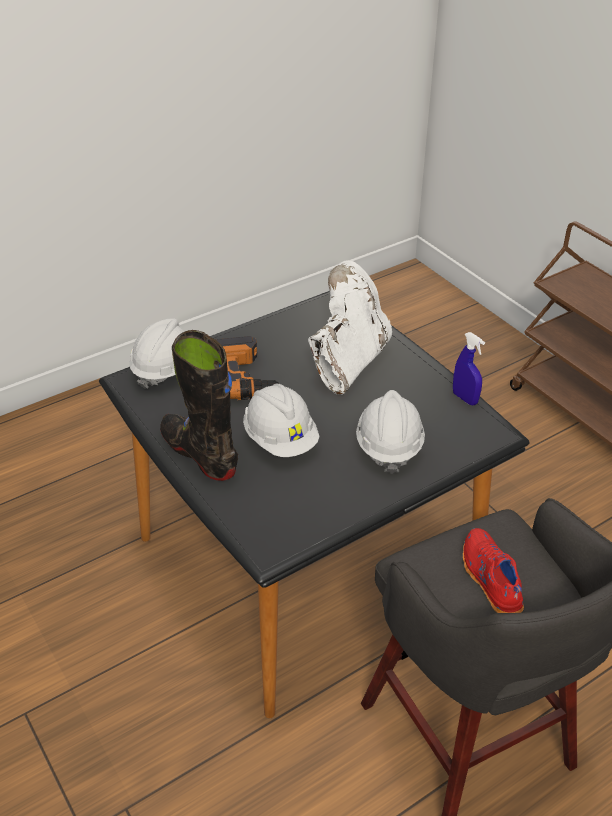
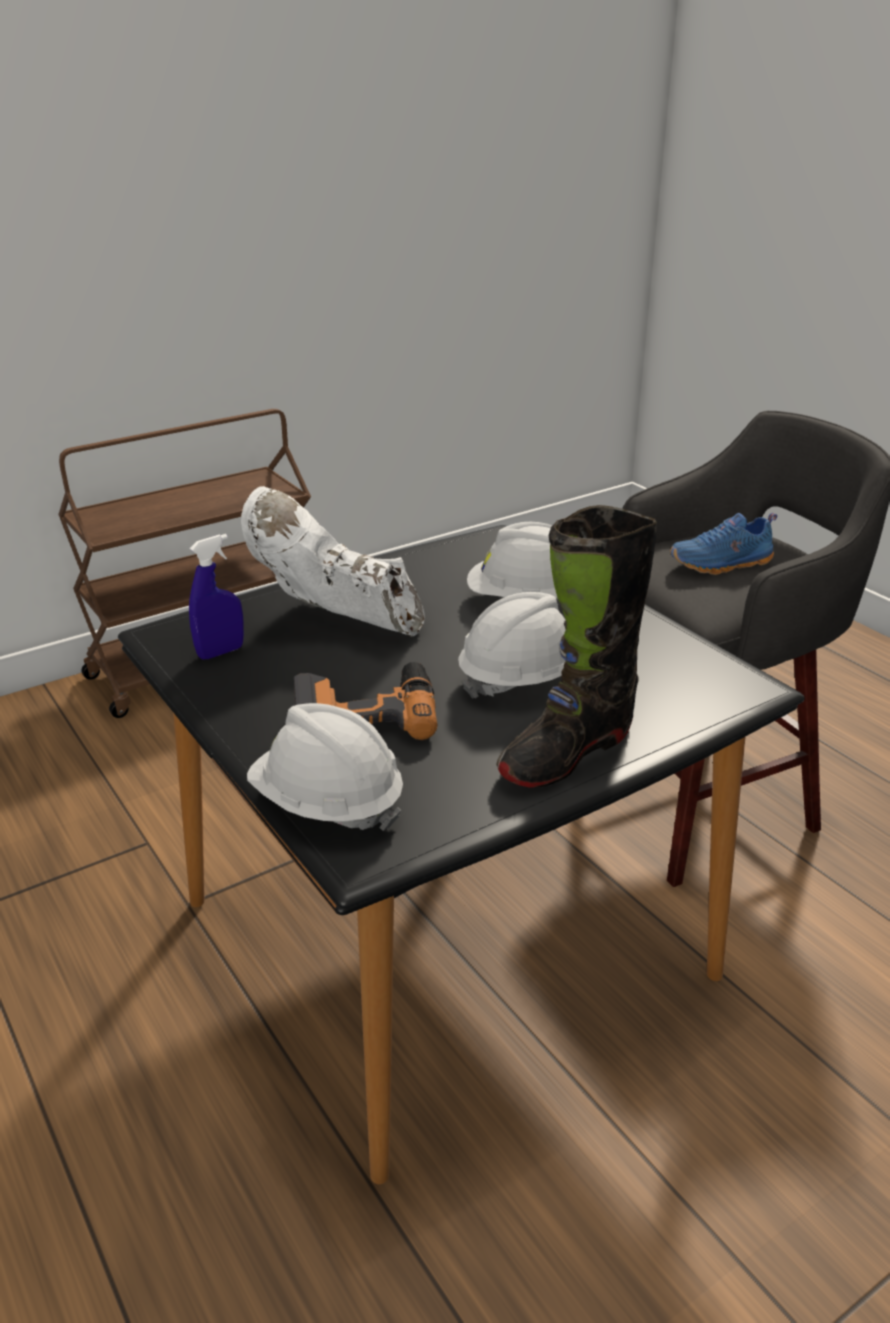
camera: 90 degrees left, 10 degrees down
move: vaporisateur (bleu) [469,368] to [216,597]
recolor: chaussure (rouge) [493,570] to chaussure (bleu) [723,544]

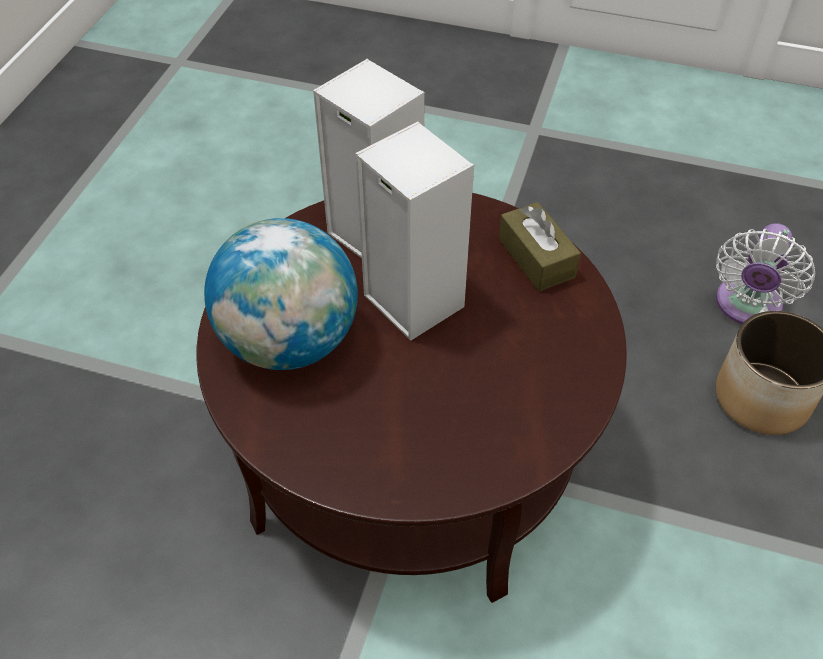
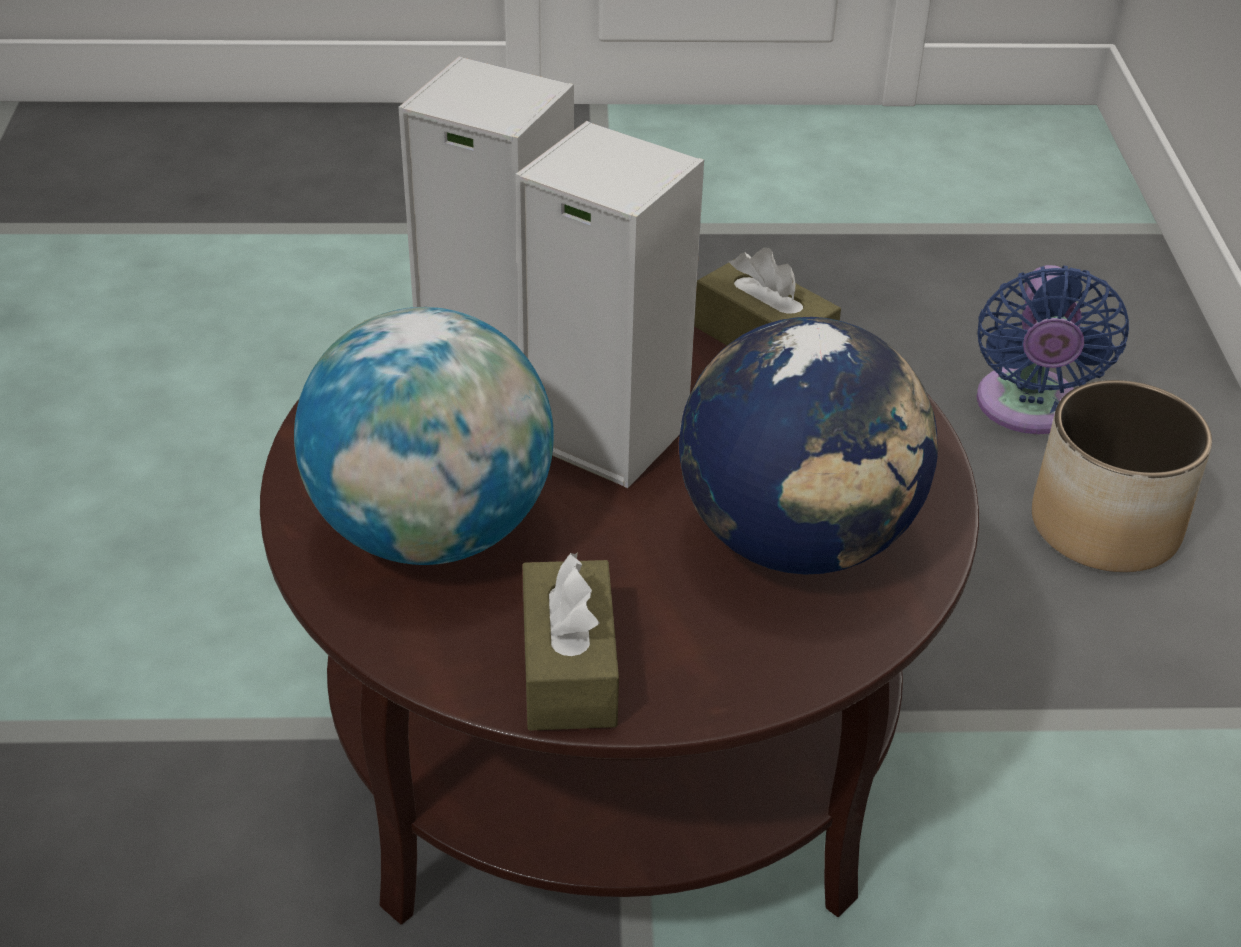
camera: 20 degrees left, 10 degrees down
insert: boîte à mouchoirs (marron) [570,641]; globe [808,446]
recolor: ventilateur (blanc) [765,273] to ventilateur (bleu) [1052,349]

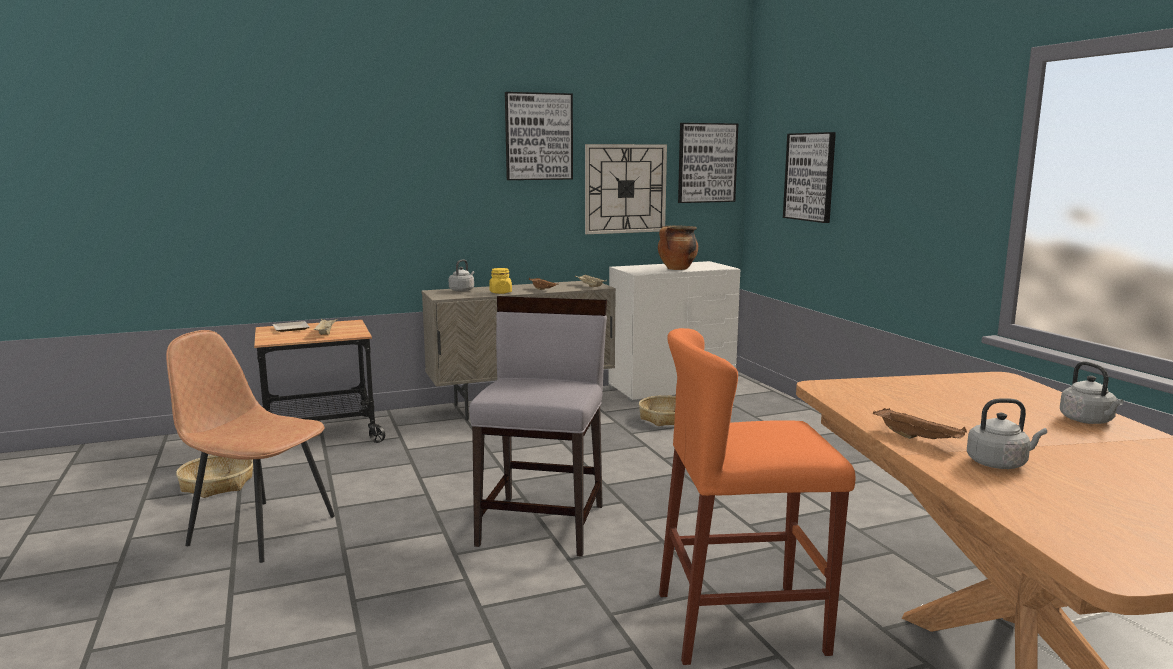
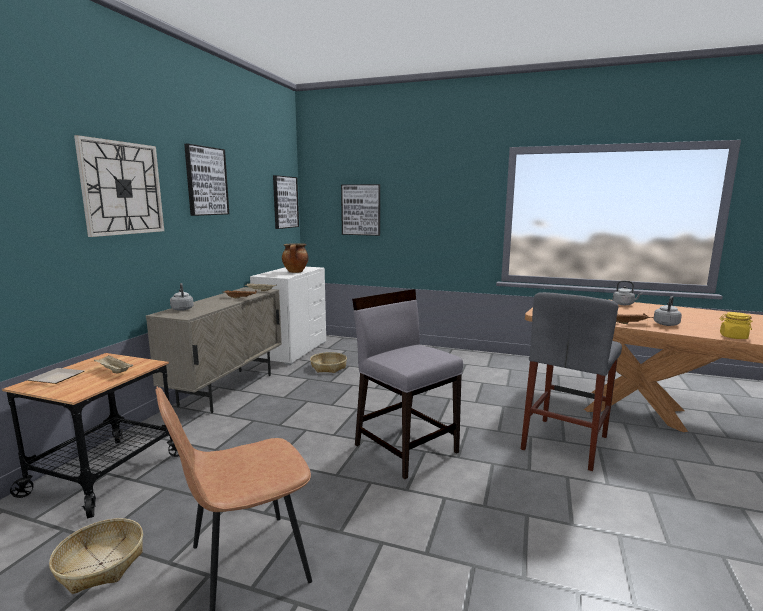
camera: 50 degrees left, 0 degrees up
move: horloge murale [626,189] to [119,186]; bocal (jaune) [500,281] to [736,325]
recolor: tabouret (orange) [757,496] to tabouret (gris) [571,381]

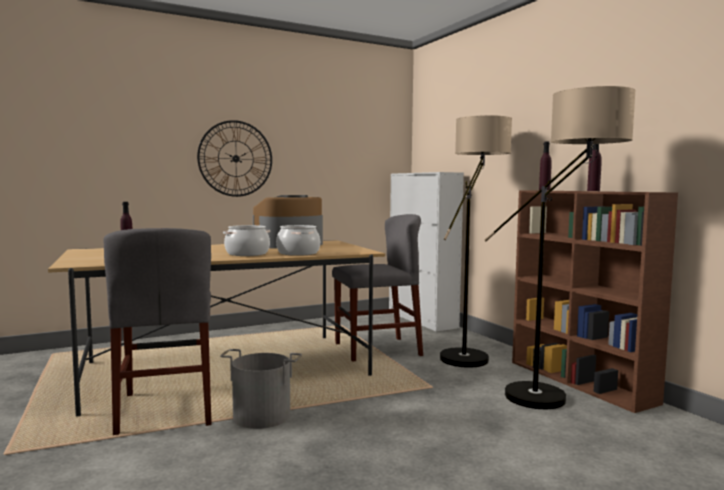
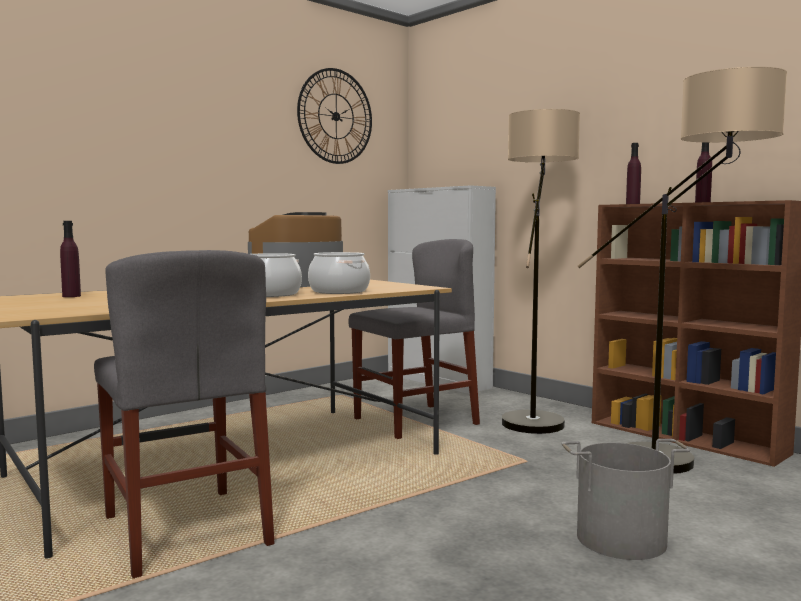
camera: 15 degrees left, 0 degrees up
move: horloge murale [234,158] to [334,116]; seau (gris) [261,389] to [626,499]

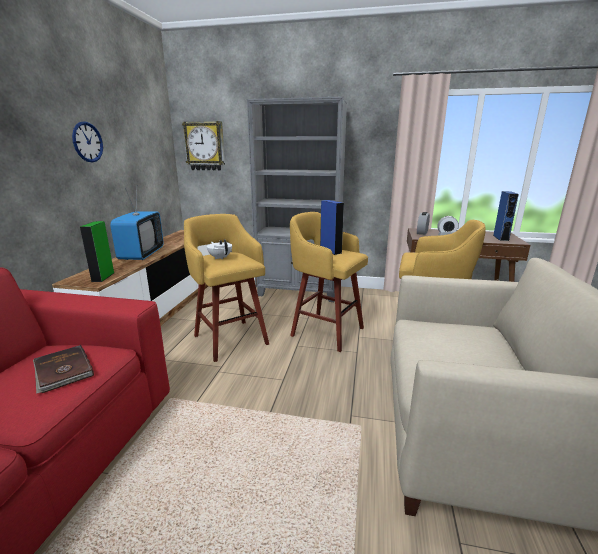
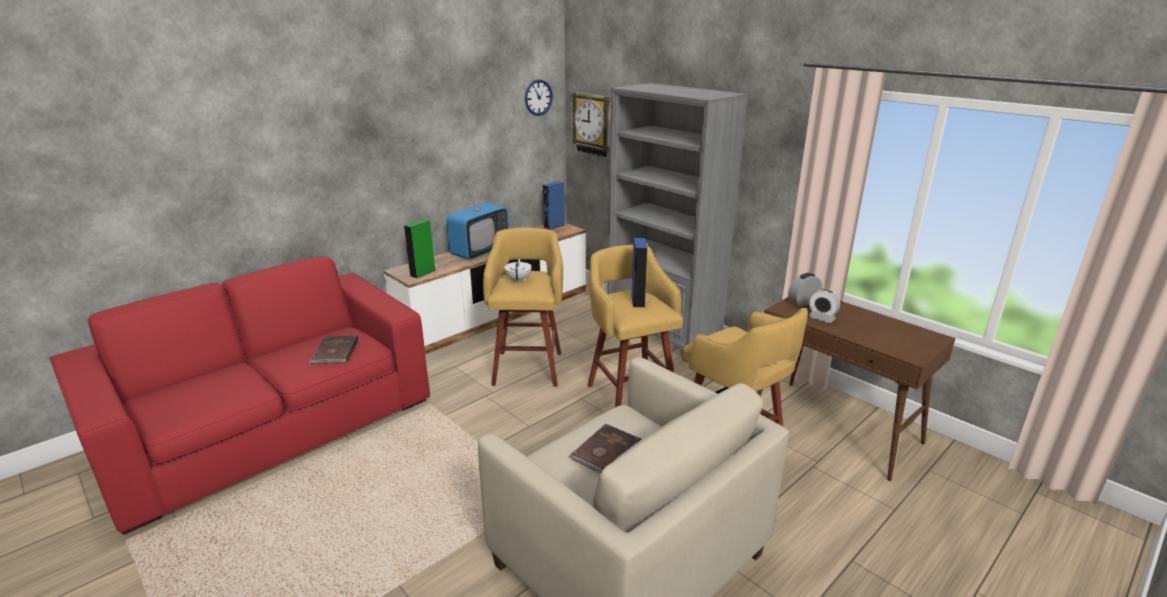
camera: 35 degrees right, 5 degrees up
insert: livre (marron) [604,448]
move: horloge murale [87,142] to [539,97]; enceinte (bleu) [506,216] to [553,205]

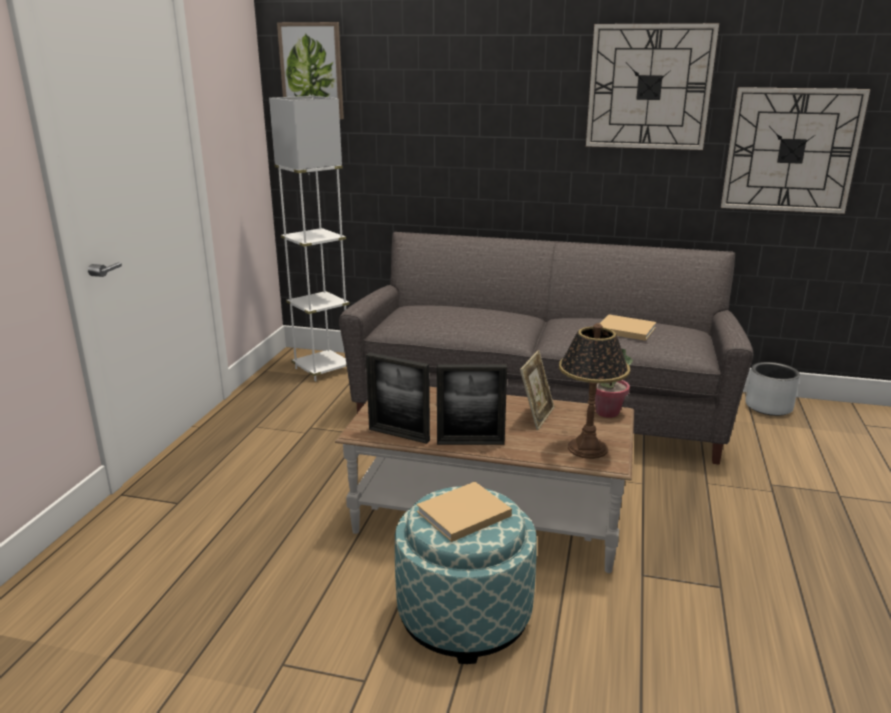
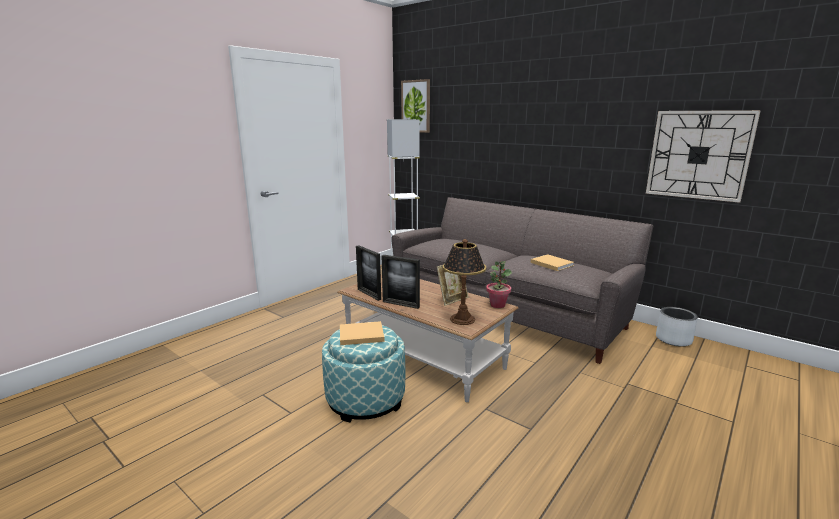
camera: 25 degrees right, 5 degrees down
delete: horloge murale [652,86]

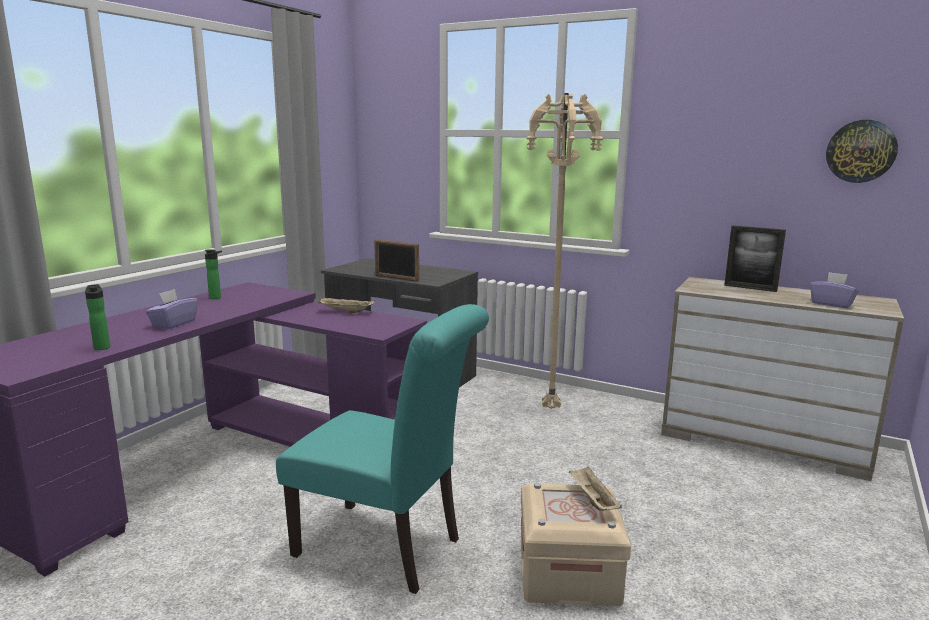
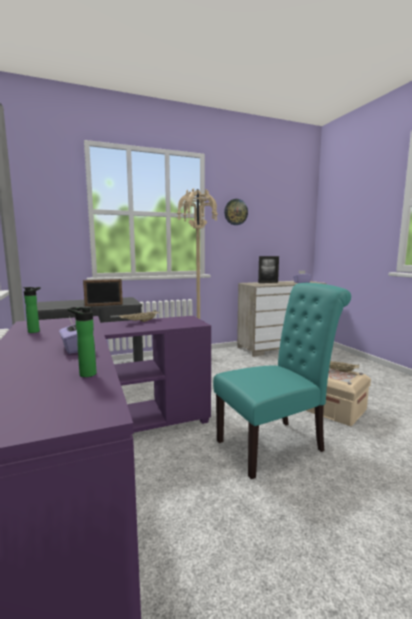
camera: 50 degrees left, 5 degrees down
move: horloge murale [862,151] to [236,212]

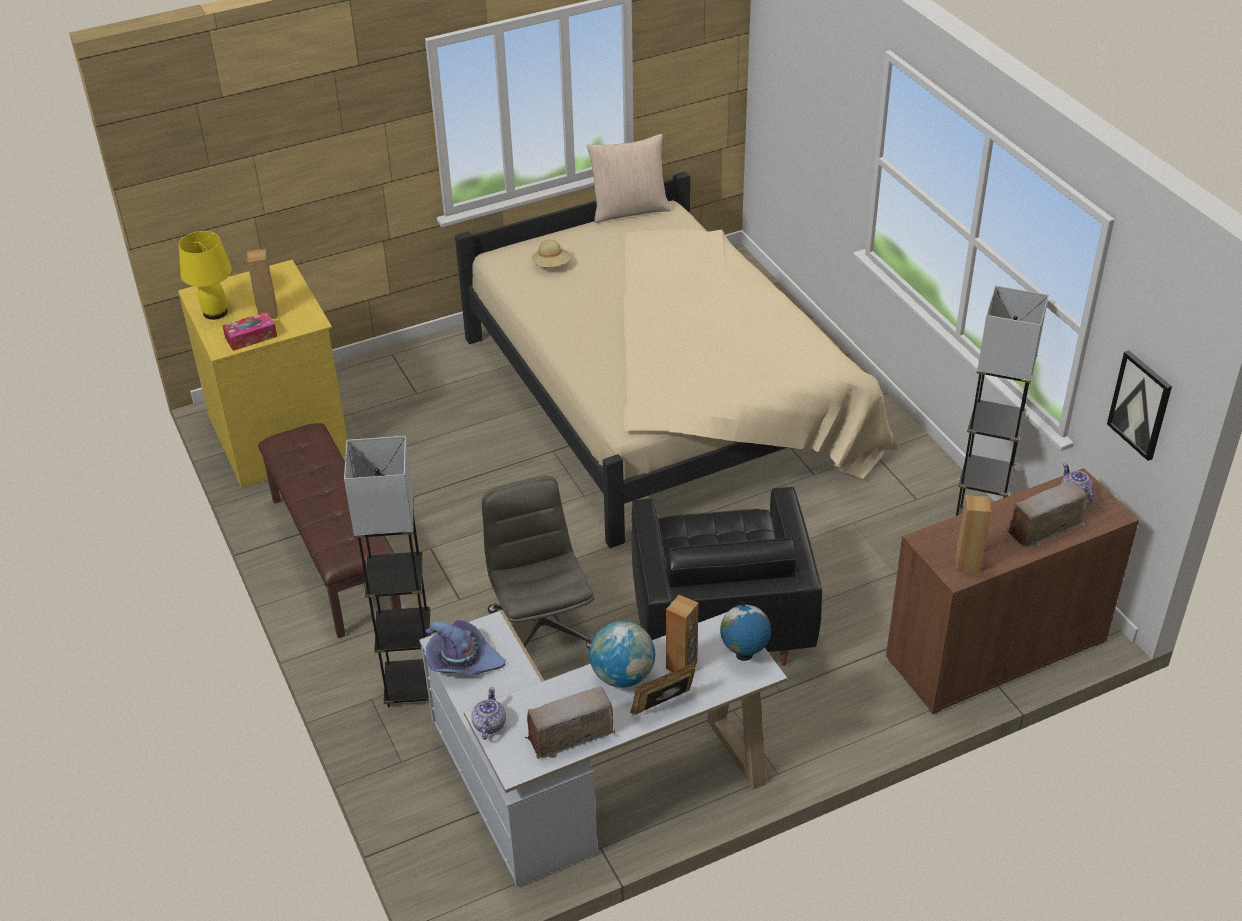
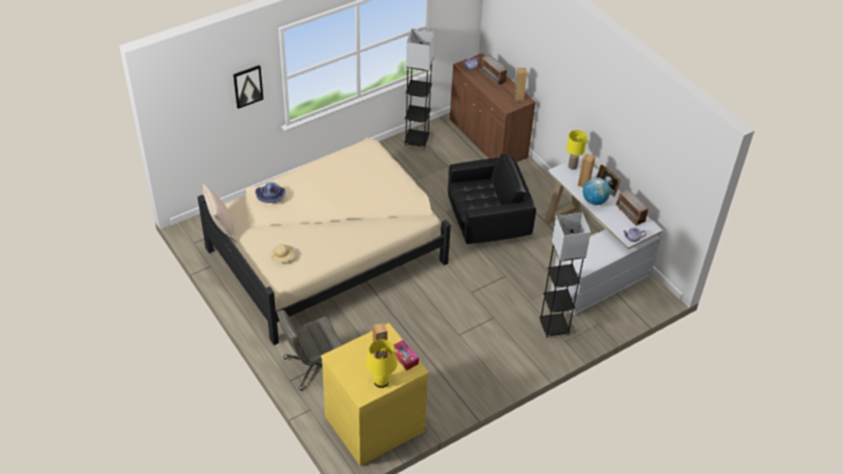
camera: 100 degrees left, 5 degrees up
delete: banc (marron) [330,530]
move: tableau [1139,405] to [248,87]; chapeau (violet) [465,647] to [270,192]; chaise de bureau (gris) [538,563] to [310,350]
replace: globe [745,631] to lampe de table (jaune) [577,150]

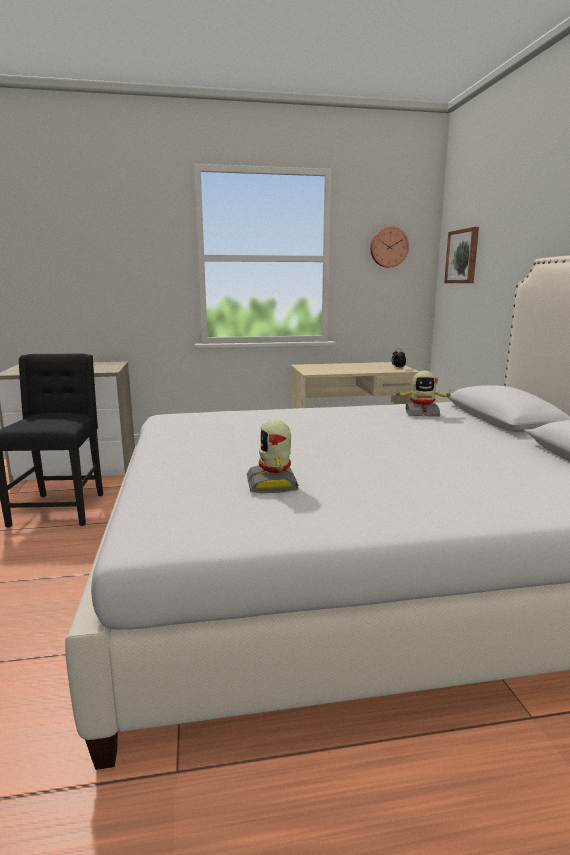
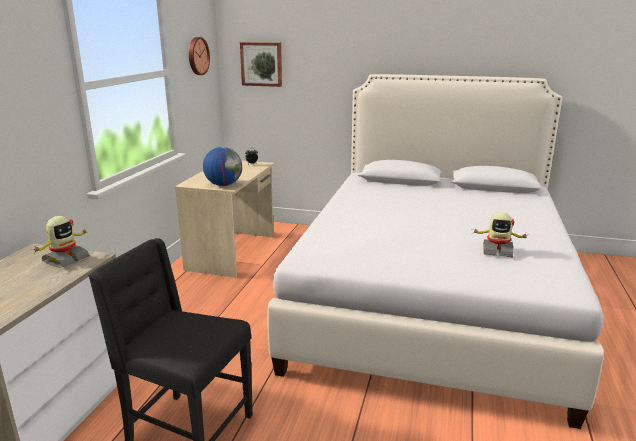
camera: 65 degrees left, 5 degrees up
insert: globe [222,166]
move: robot jouet [423,393] to [60,242]

